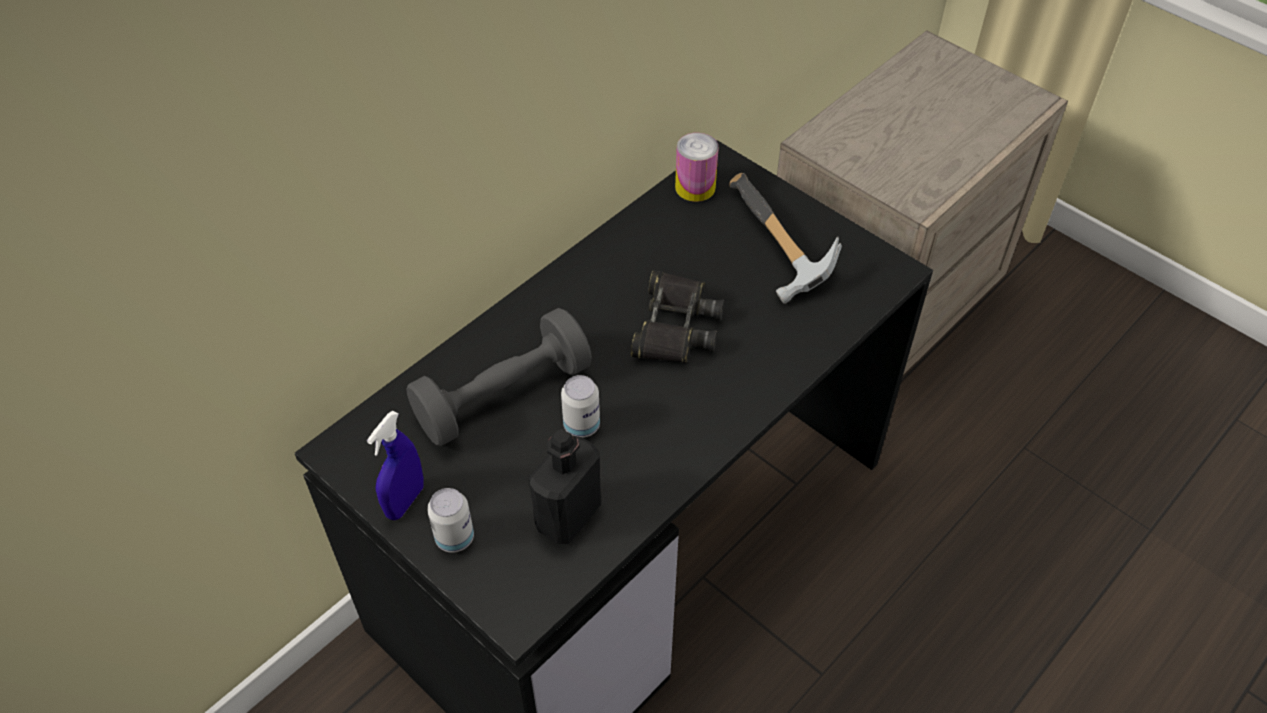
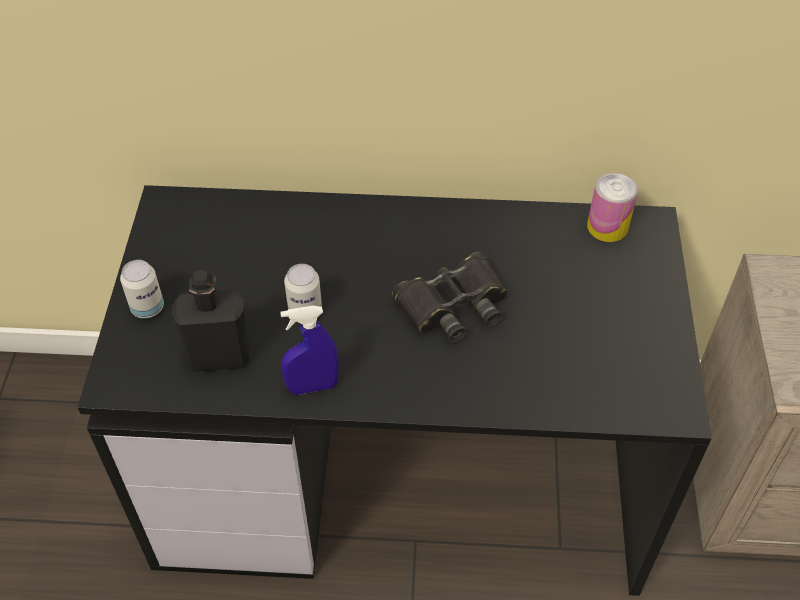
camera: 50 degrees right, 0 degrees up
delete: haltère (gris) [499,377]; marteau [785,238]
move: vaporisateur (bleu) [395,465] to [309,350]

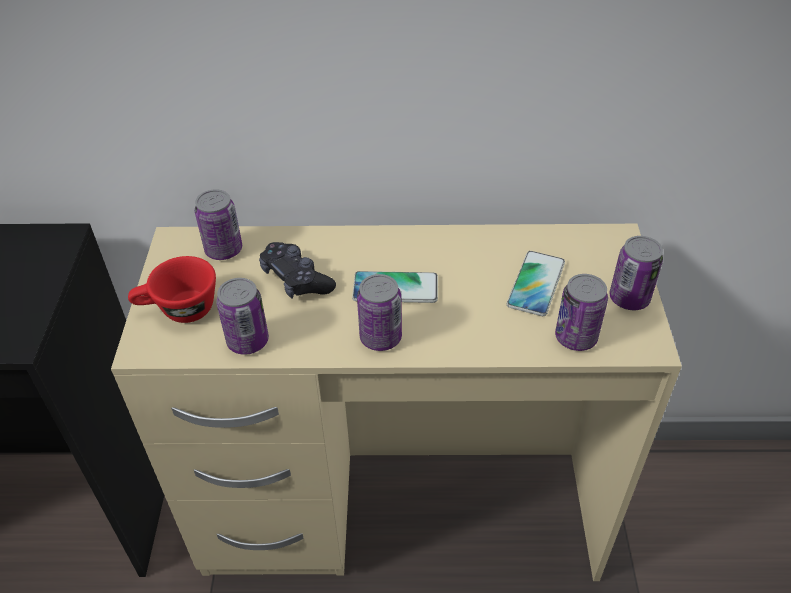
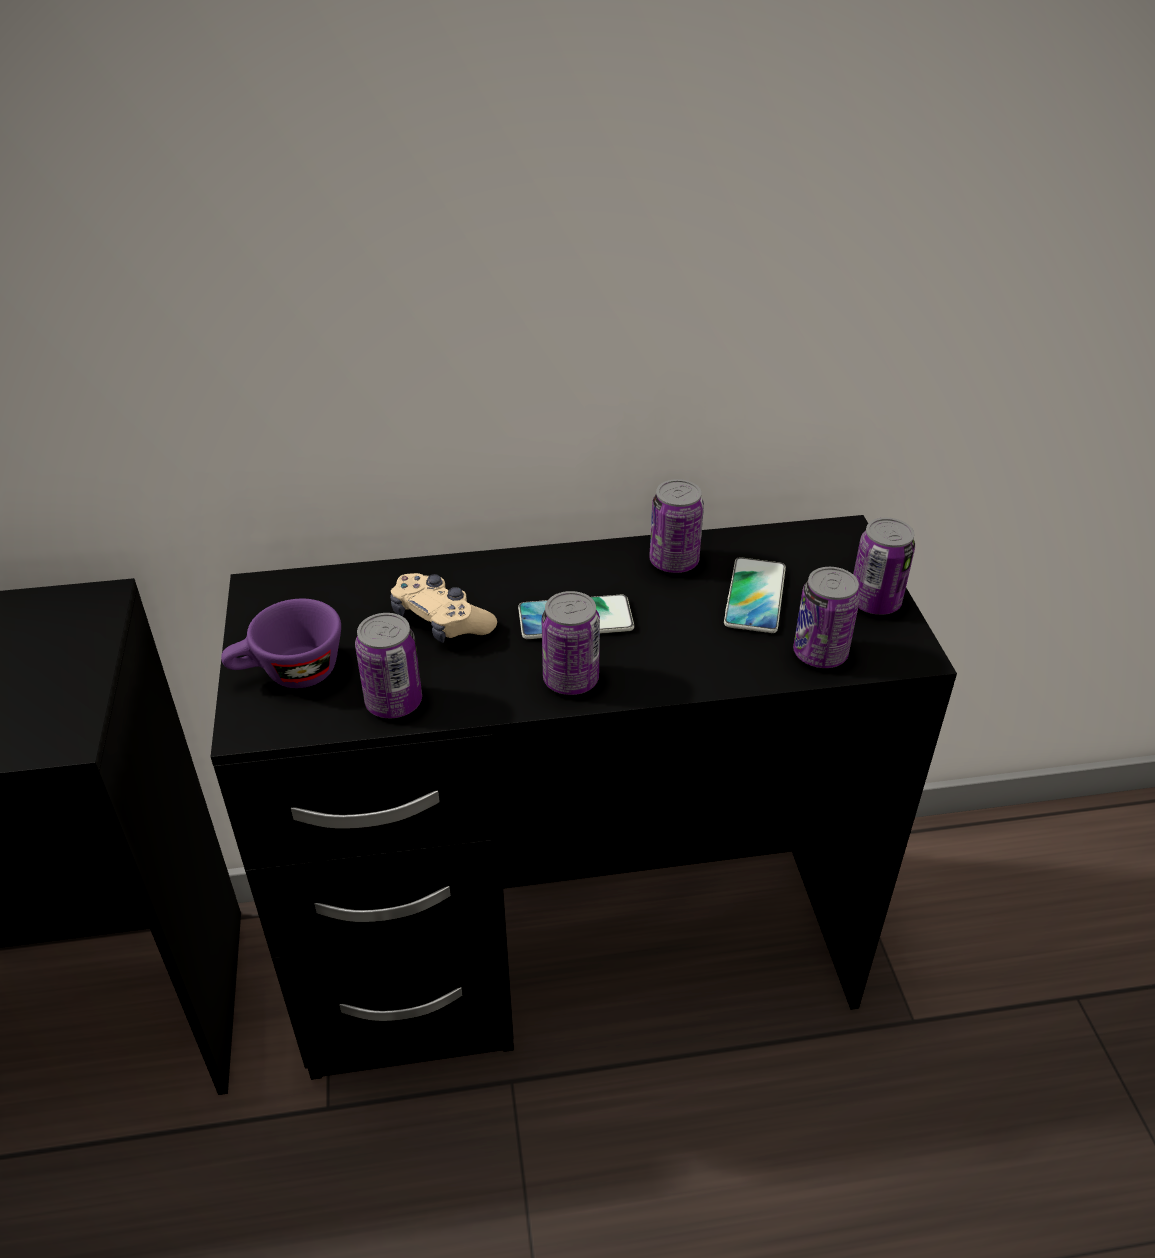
camera: 10 degrees left, 5 degrees down
move: boîte métallique [218,224] to [676,526]
recolor: bureau (beige) [396,402] to bureau (noir) [584,797]; tasse (rouge) [172,289] to tasse (violet) [281,643]; manette (noir) [297,270] to manette (beige) [443,608]

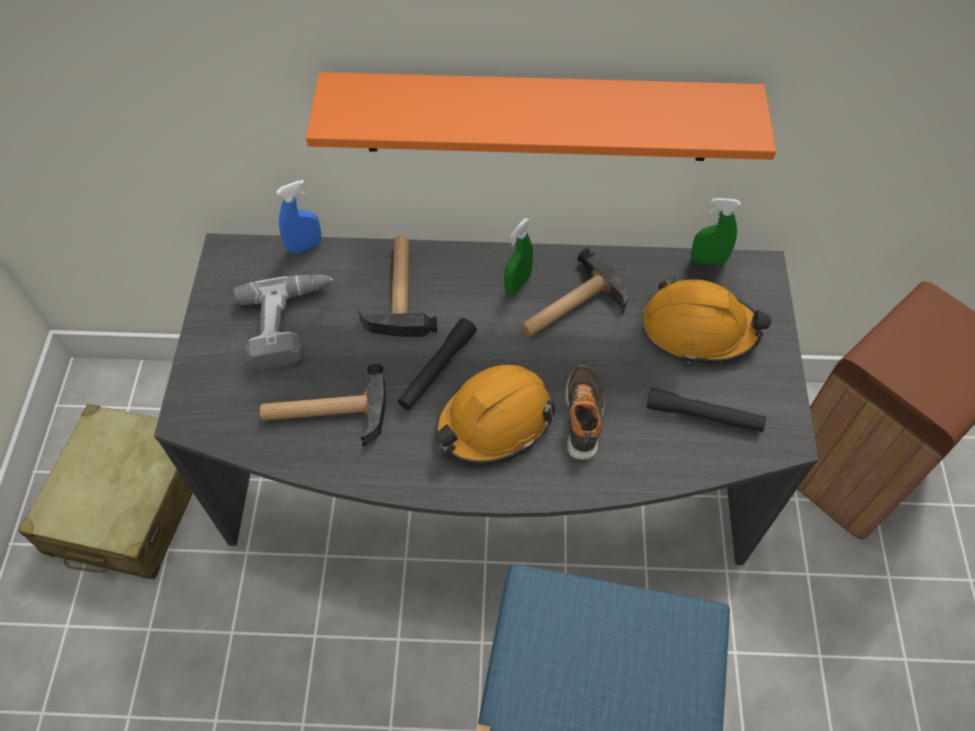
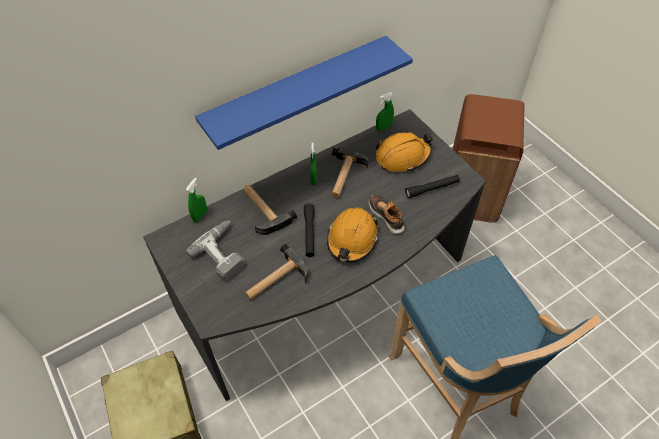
camera: 35 degrees left, 5 degrees down
recolor: vaporisateur (bleu) [298,217] to vaporisateur (vert) [196,200]; étagère (orange) [541,116] to étagère (bleu) [304,93]

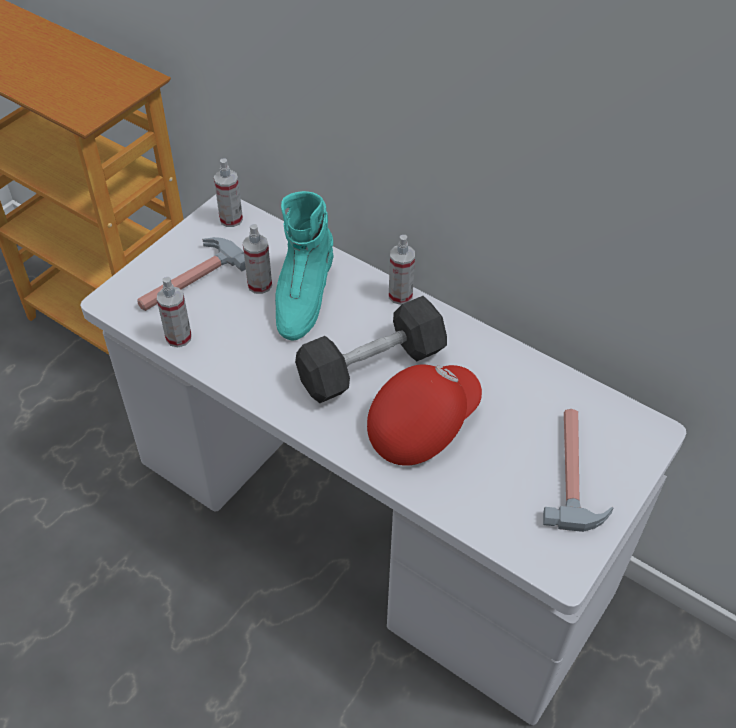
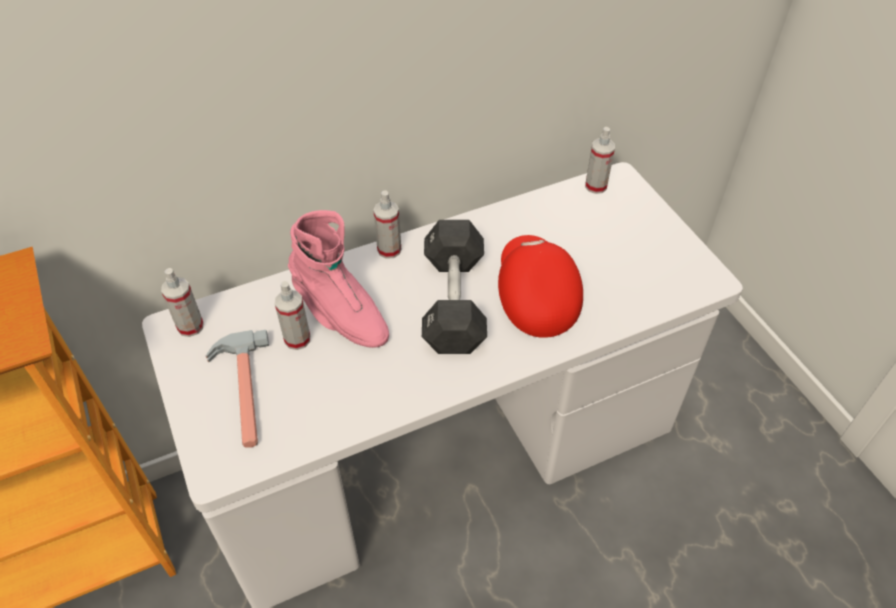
camera: 60 degrees left, 0 degrees up
delete: marteau [578,470]
move: vaporisateur [174,312] to [600,160]
recolor: botte (turquoise) [304,266] to botte (rose) [338,279]

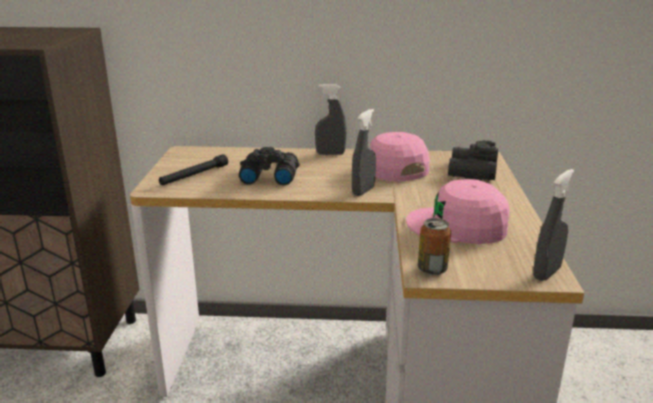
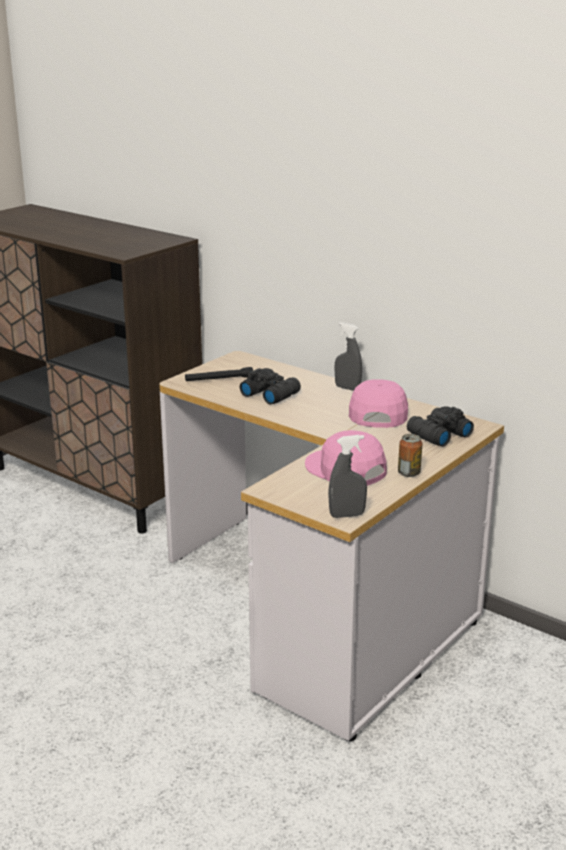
camera: 35 degrees right, 0 degrees up
delete: vaporisateur (gris) [364,152]
move: boîte métallique [434,246] to [410,455]

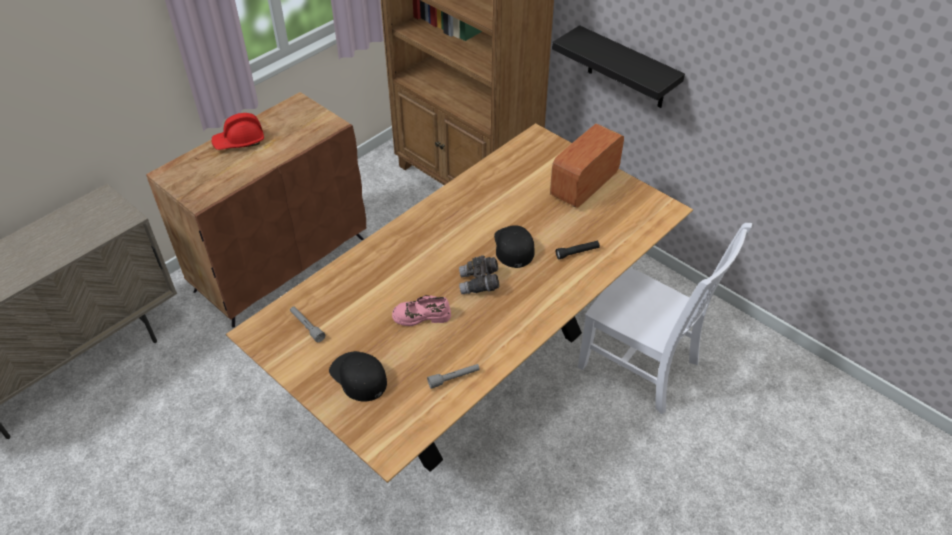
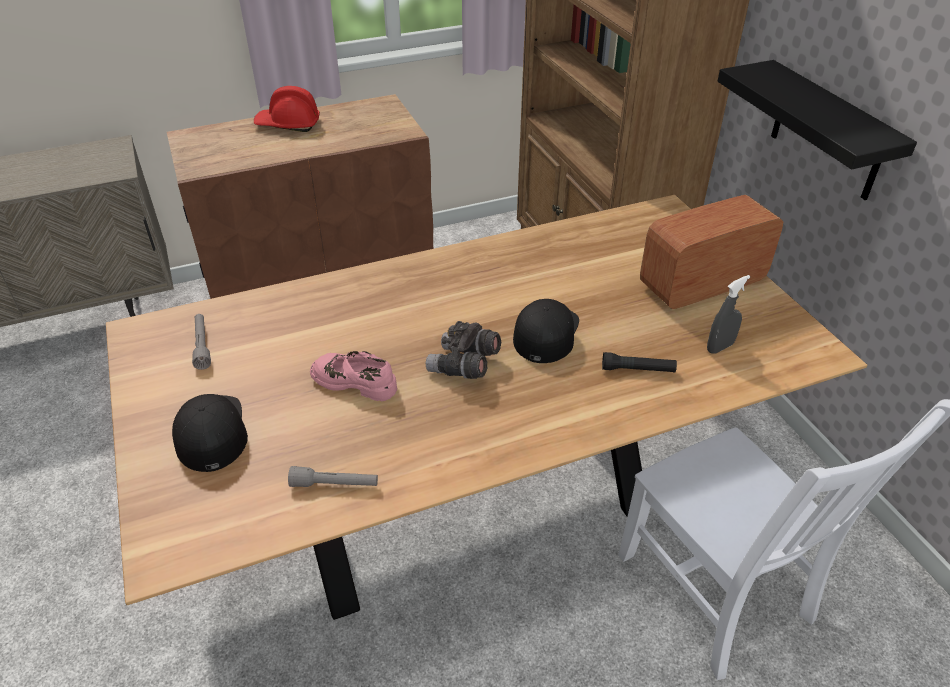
camera: 25 degrees right, 5 degrees down
insert: vaporisateur (gris) [728,314]

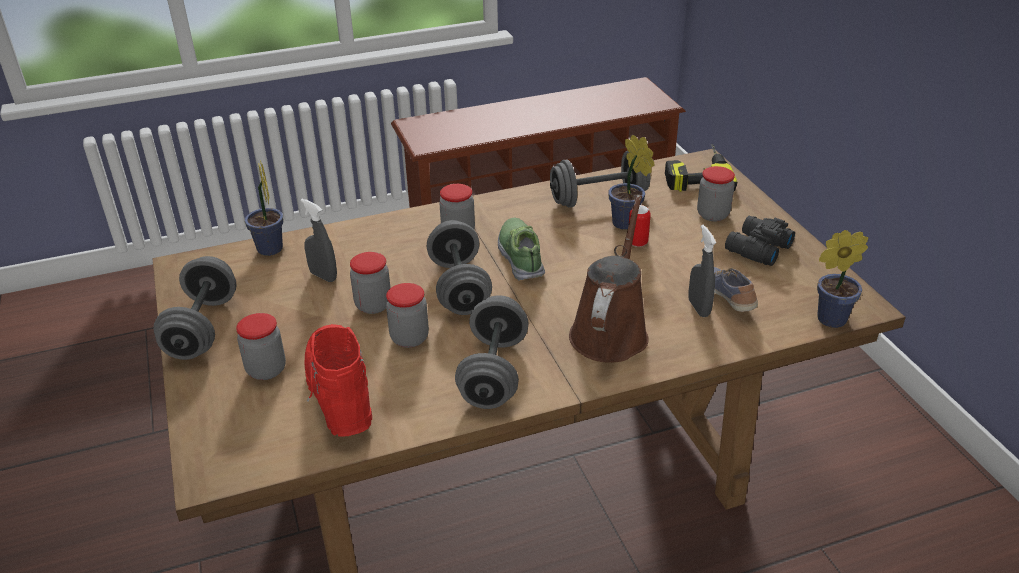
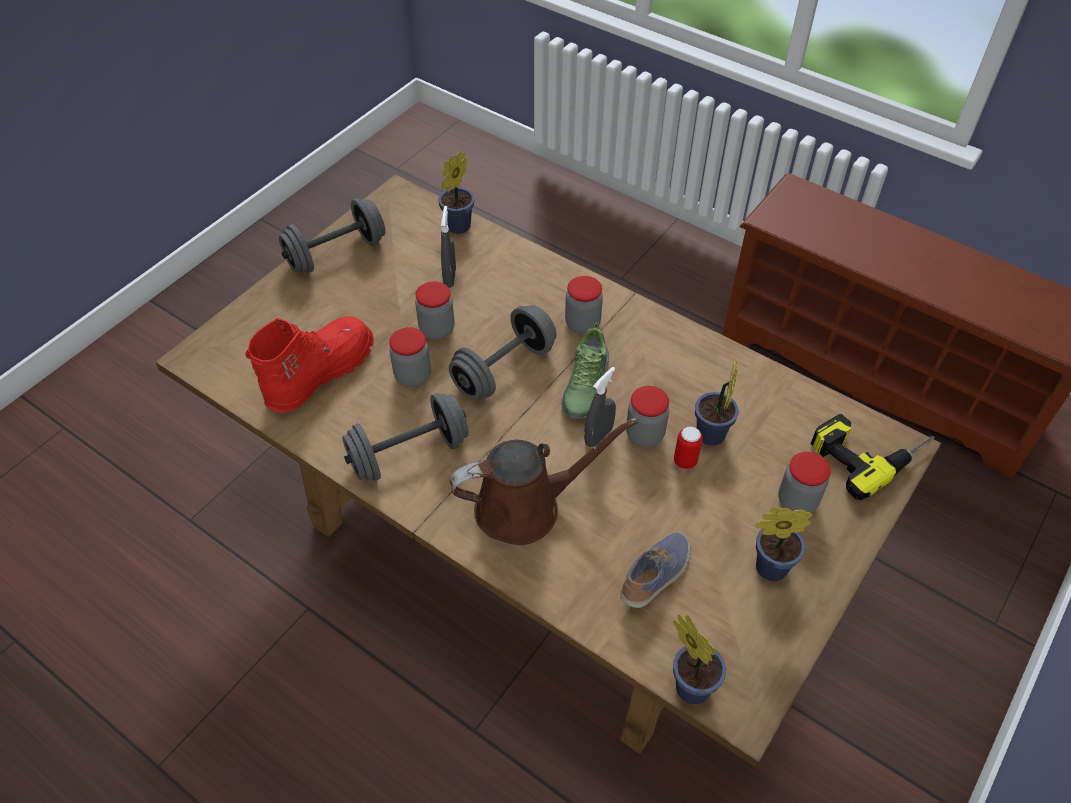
camera: 55 degrees right, 15 degrees up
delete: haltère (gris) [600,179]
move: vaporisateur (gris) [702,271] to [600,407]; bocal [261,346] to [647,416]
replace: jumelles (noir) [760,241] to plante en pot [783,544]
rotate: chaussure [521,249] = [585,370] 150 degrees clockwise

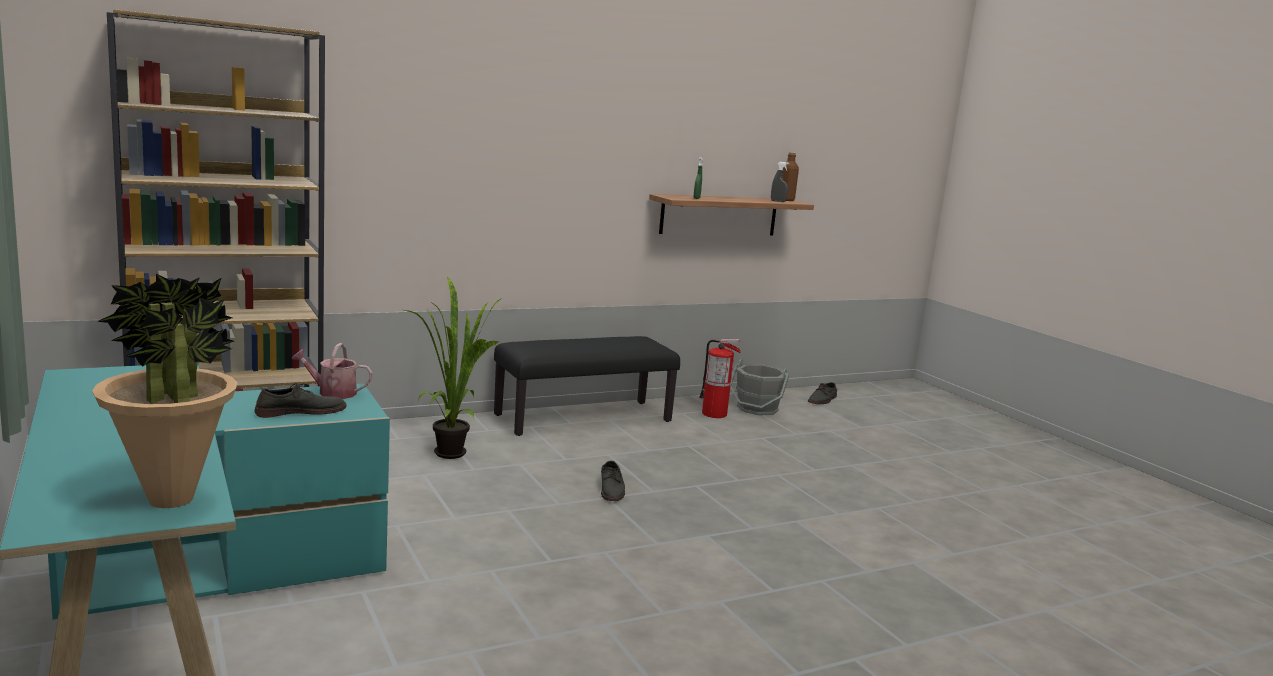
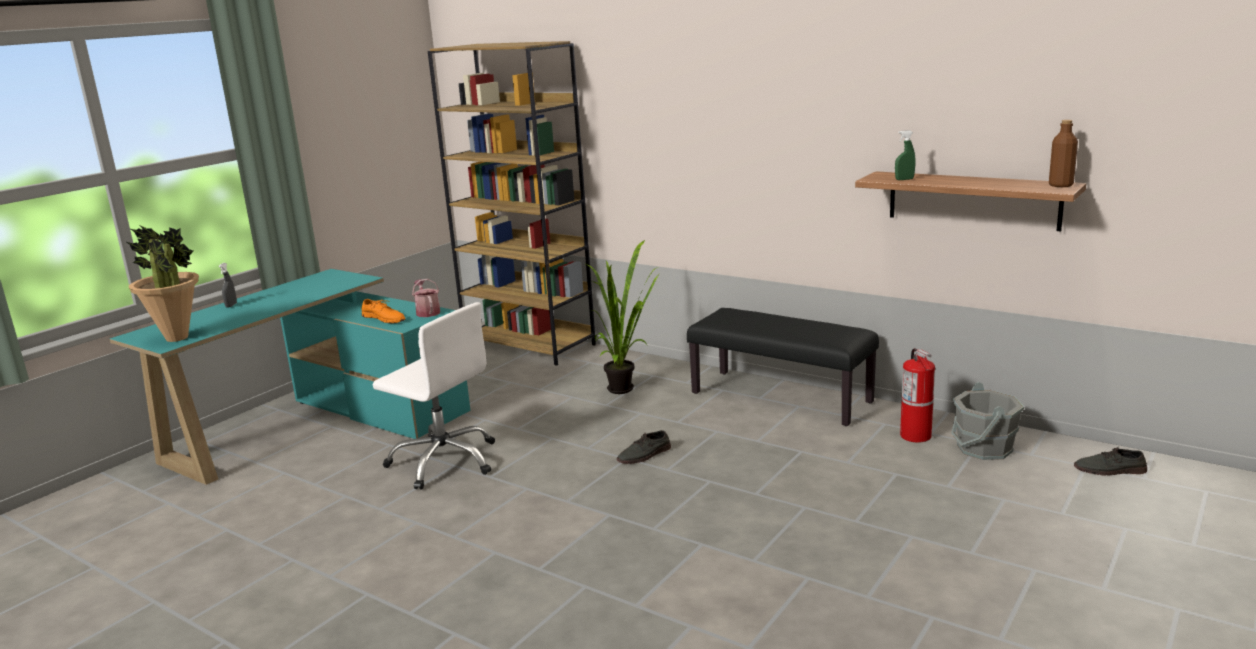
camera: 65 degrees right, 5 degrees up
insert: chaise de bureau (blanc) [434,396]
move: vaporisateur (gris) [780,182] to [228,285]
recolor: chaussure (gris) [300,400] to chaussure (orange) [383,311]

